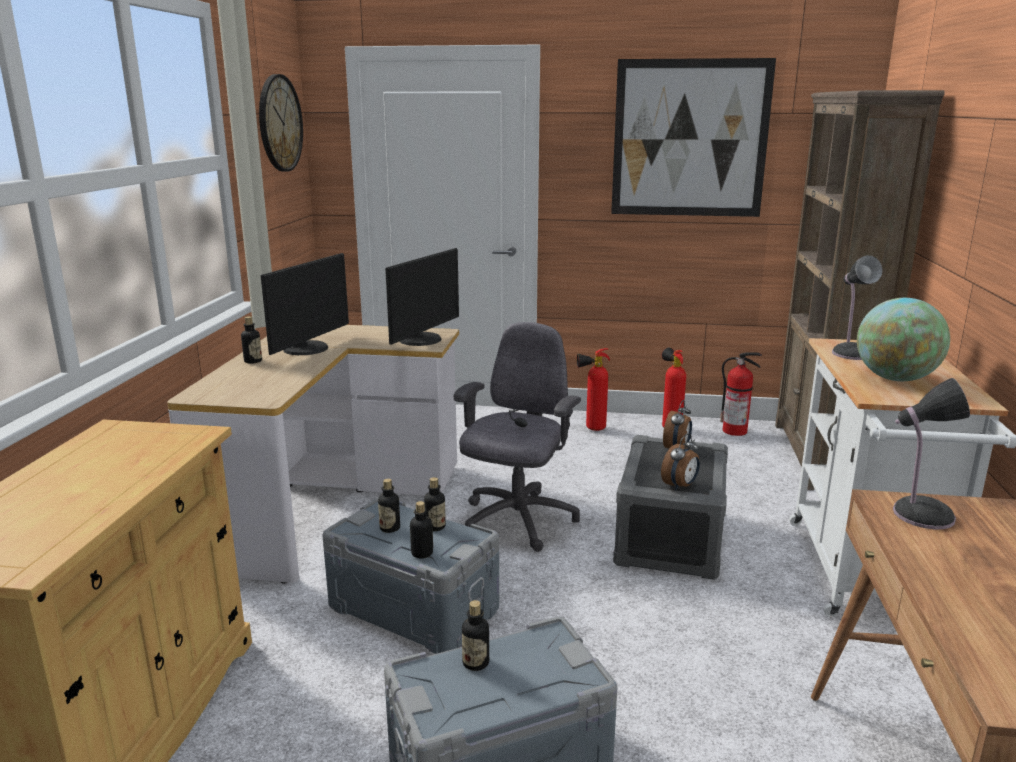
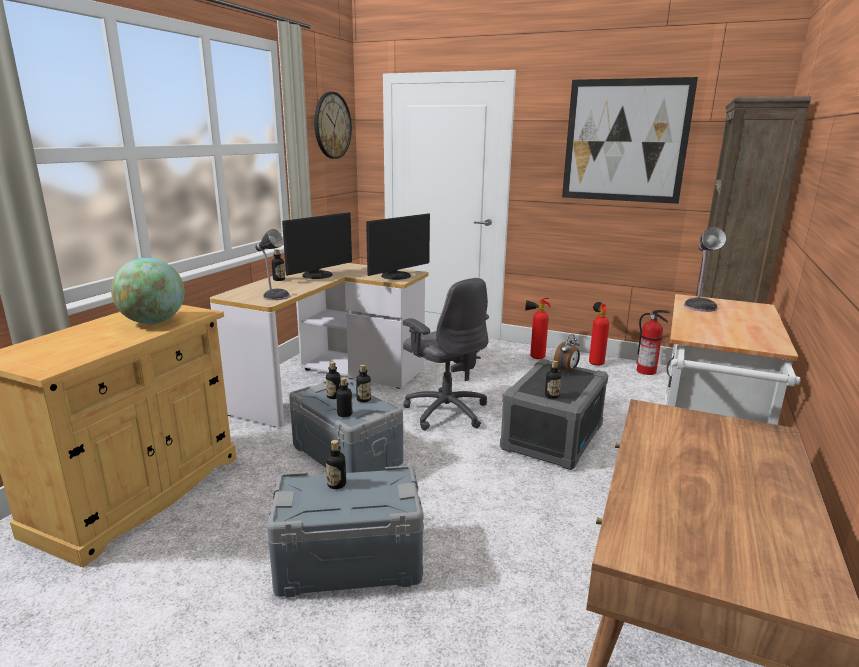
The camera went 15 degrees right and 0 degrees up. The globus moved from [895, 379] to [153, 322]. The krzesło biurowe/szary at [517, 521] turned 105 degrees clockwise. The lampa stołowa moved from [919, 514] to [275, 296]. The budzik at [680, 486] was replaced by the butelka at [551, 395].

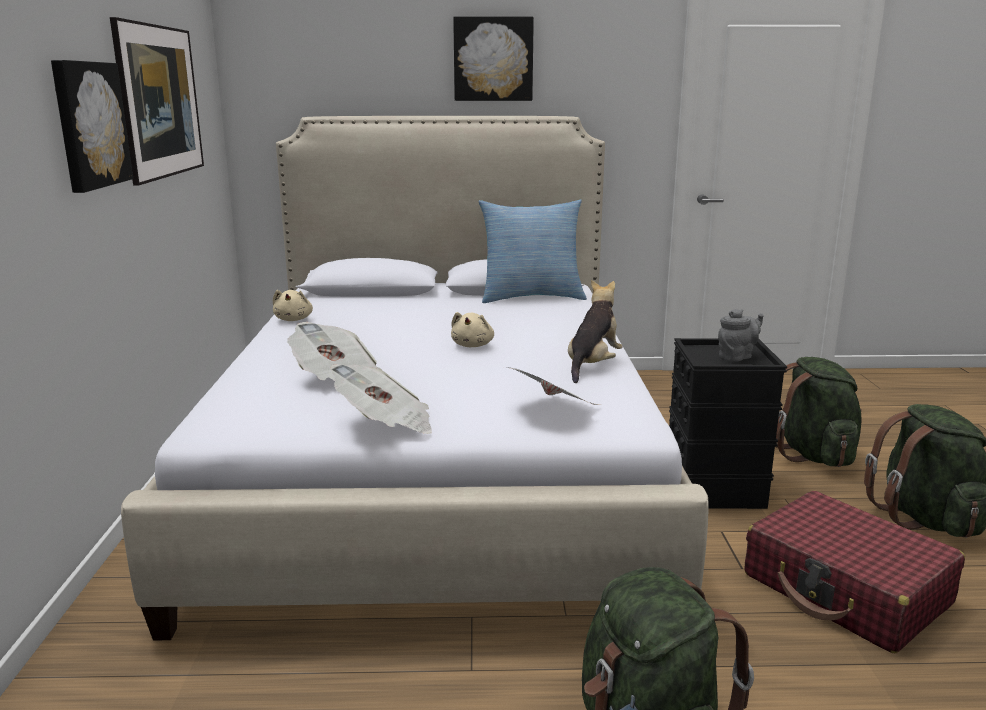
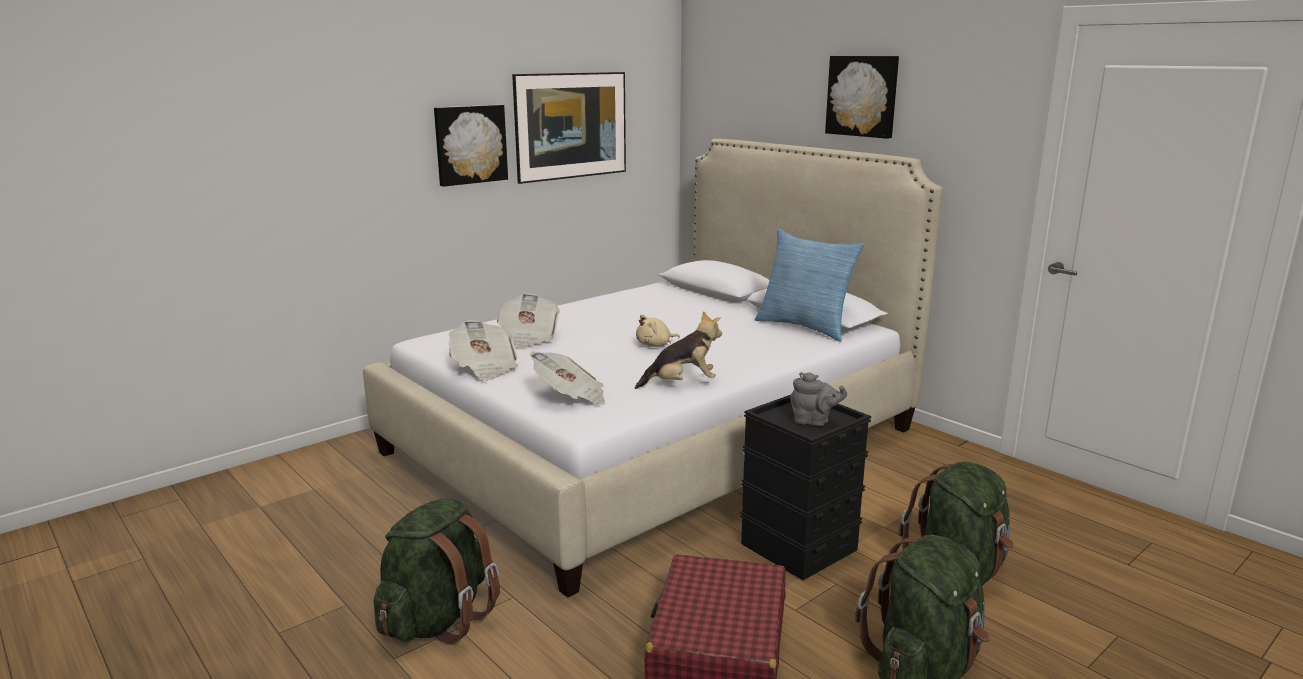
The camera went 50 degrees right and 0 degrees up. The pluszak/beżowy at [294, 319] disappeared.

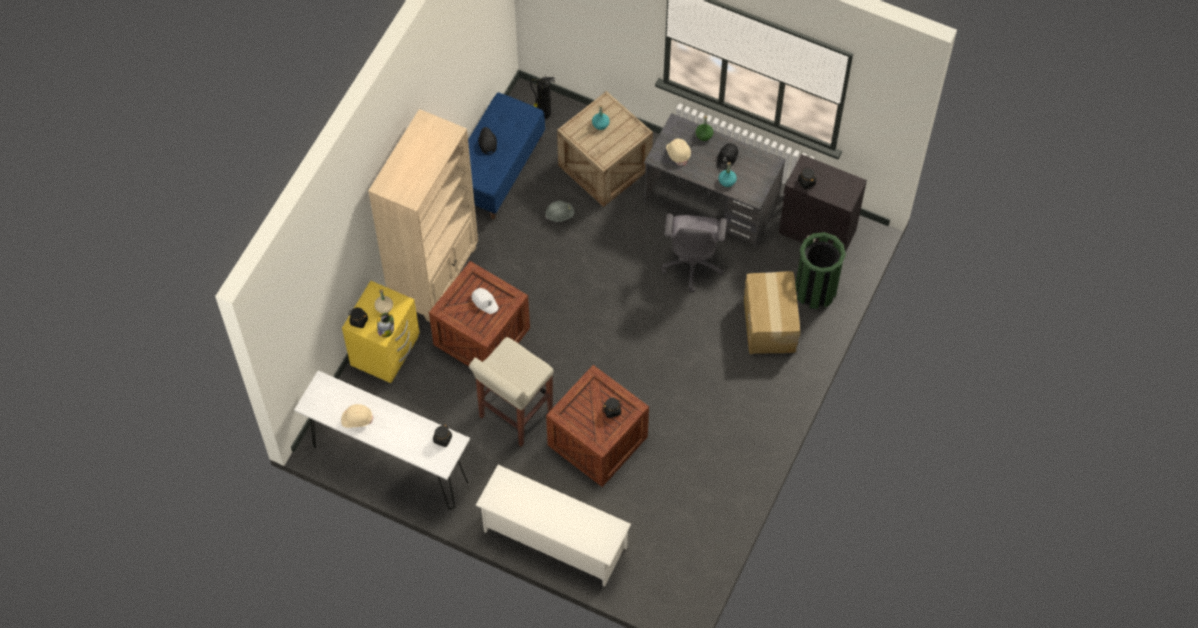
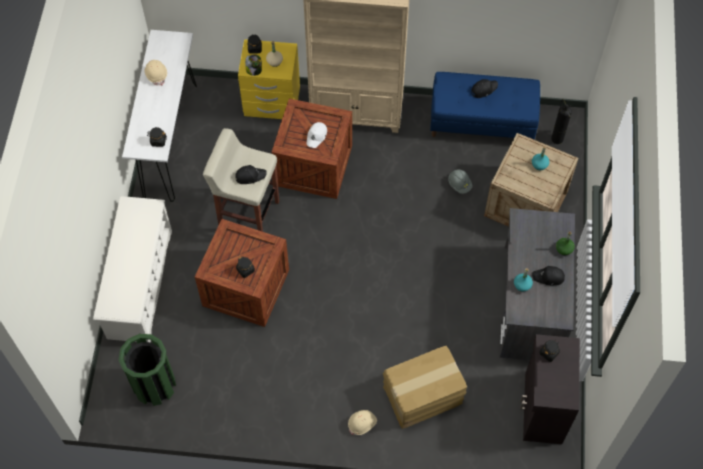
The camera went 70 degrees right and 0 degrees up. The kask/beżowy moved from [678, 153] to [362, 423]. The krzesło biurowe/szary at [693, 263] disappeared. The kosz na śmieci/zielony moved from [815, 290] to [154, 385]. The czapka z daszkiem/czarny at [250, 176] appeared.

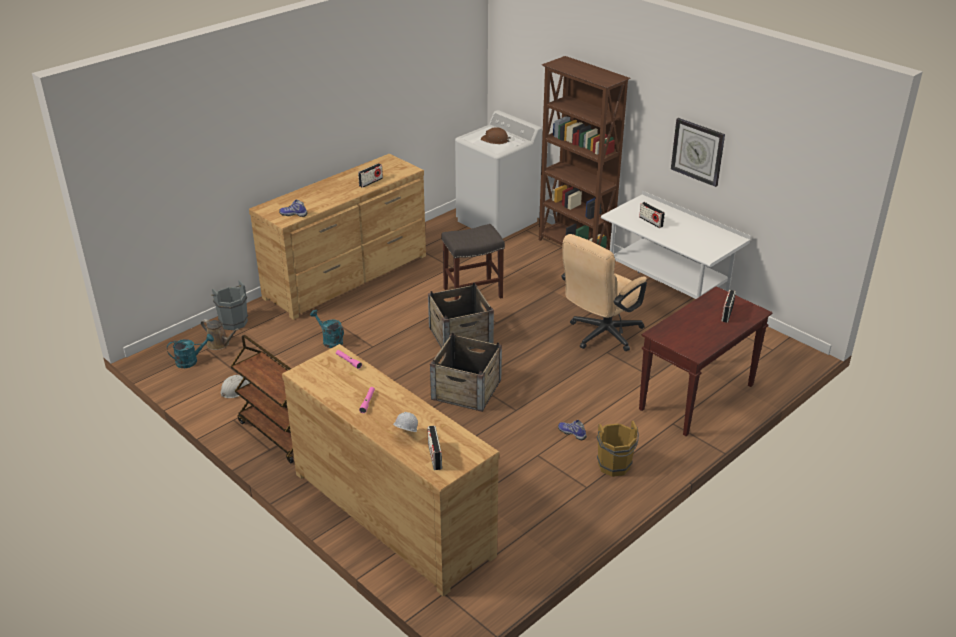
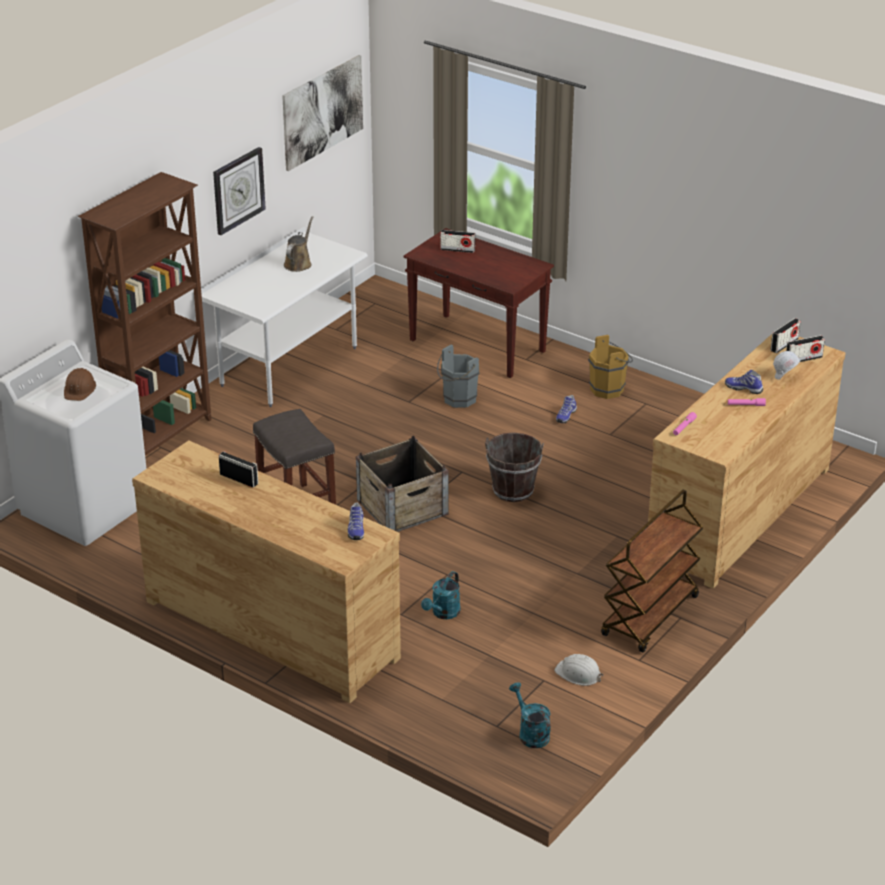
The camera went 100 degrees left and 0 degrees up. The radio moved from [651, 222] to [784, 345]. The krzesło biurowe/beżowy at [600, 335] disappeared. The wiadro/szary moved from [233, 321] to [457, 400]. The konewka/brązowy moved from [219, 344] to [299, 263]. The skrzynka at [466, 389] was replaced by the wiadro/brązowy at [513, 490]. The obraz at [322, 112] appeared. The but at [744, 388] appeared.

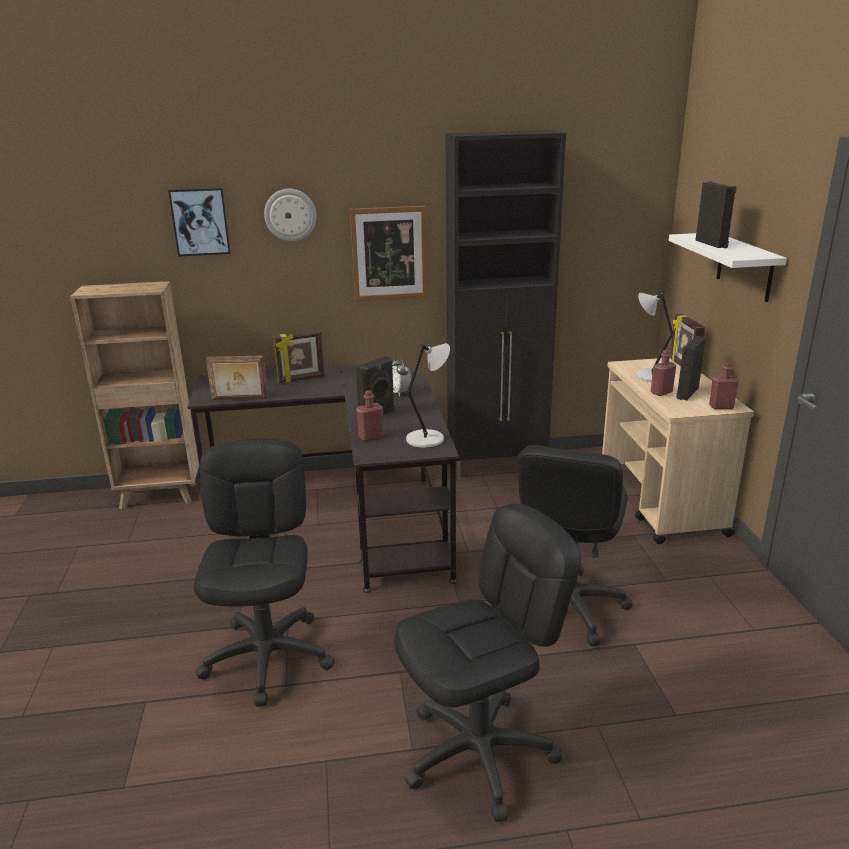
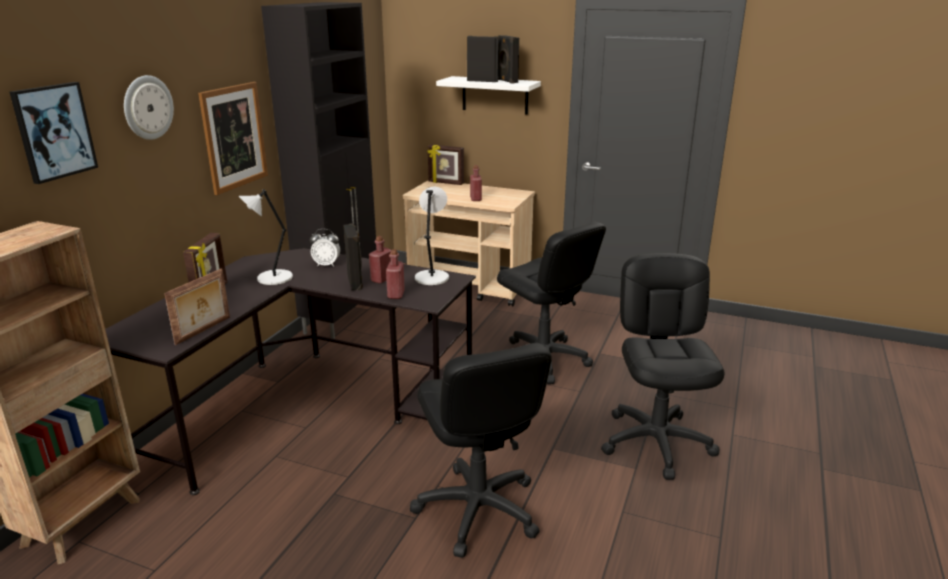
The camera went 60 degrees left and 0 degrees up. The lampa stołowa/szary moved from [650, 376] to [272, 278]. The głośnik/czarny moved from [686, 393] to [506, 81]. The butelka/czerwony moved from [721, 407] to [381, 279]. The krzesło biurowe/czarny at [268, 657] turned 135 degrees counterclockwise.

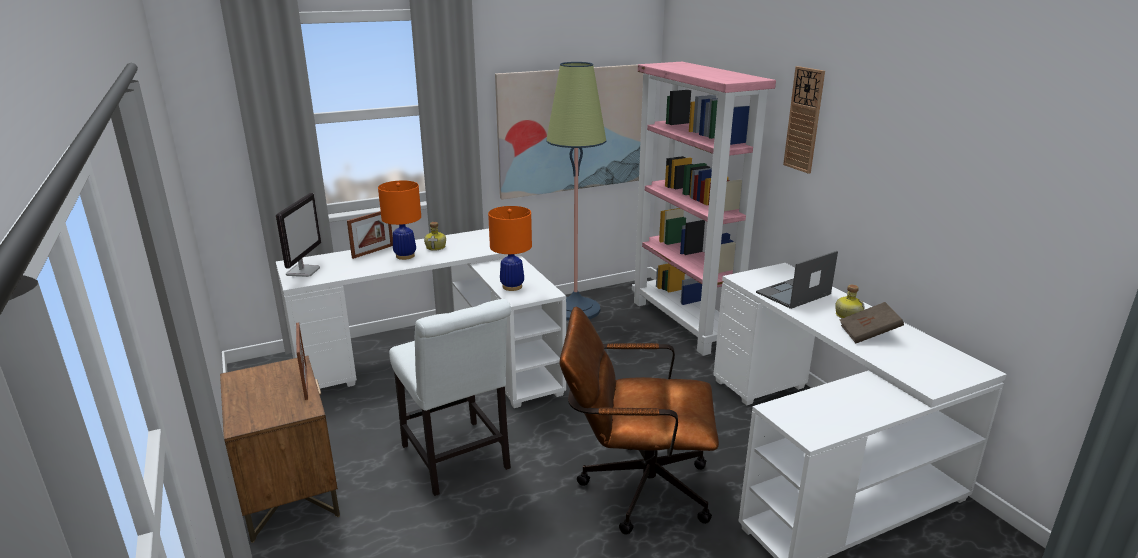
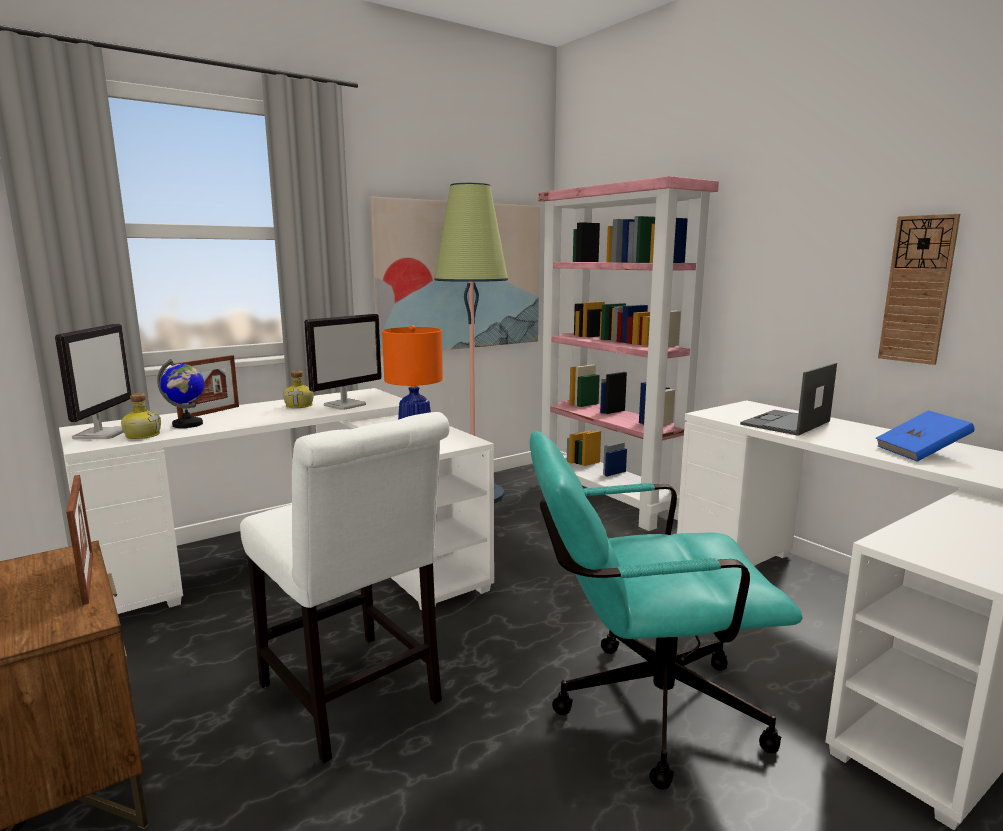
The camera went 10 degrees left and 10 degrees down. The zegar ścienny moved from [804, 120] to [917, 290]. The lampa stołowa/pomarańczowy at [405, 256] disappeared. The butelka moved from [847, 315] to [143, 435]. The książka/brązowy at [868, 334] became the książka/niebieski at [921, 452]. The krzesło biurowe/brązowy at [634, 487] became the krzesło biurowe/turkusowy at [640, 708]. The monitor at [345, 405] appeared. The globus at [188, 424] appeared.

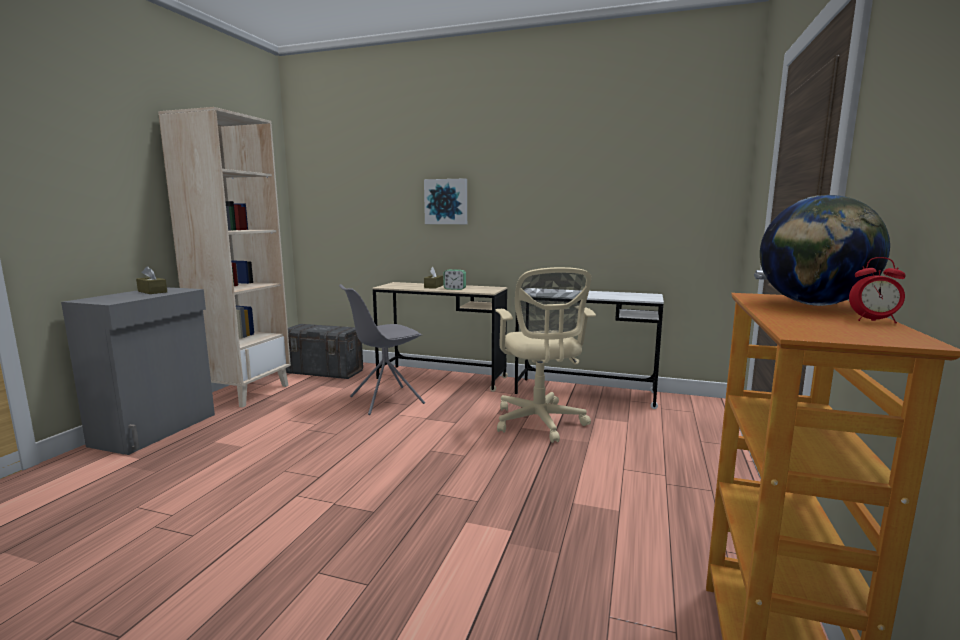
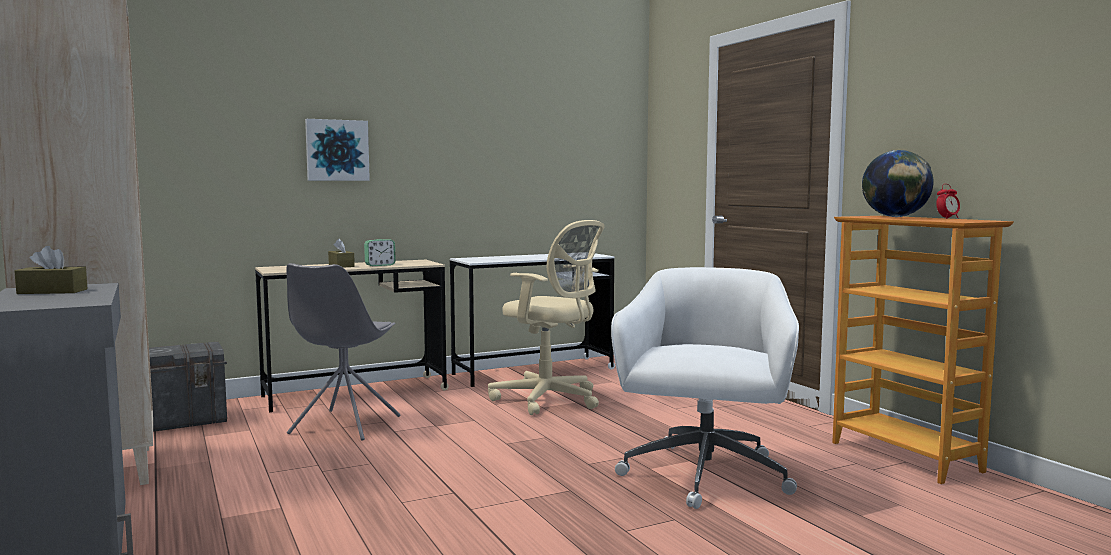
The camera went 45 degrees left and 5 degrees down. The krzesło biurowe/biały at [704, 477] appeared.

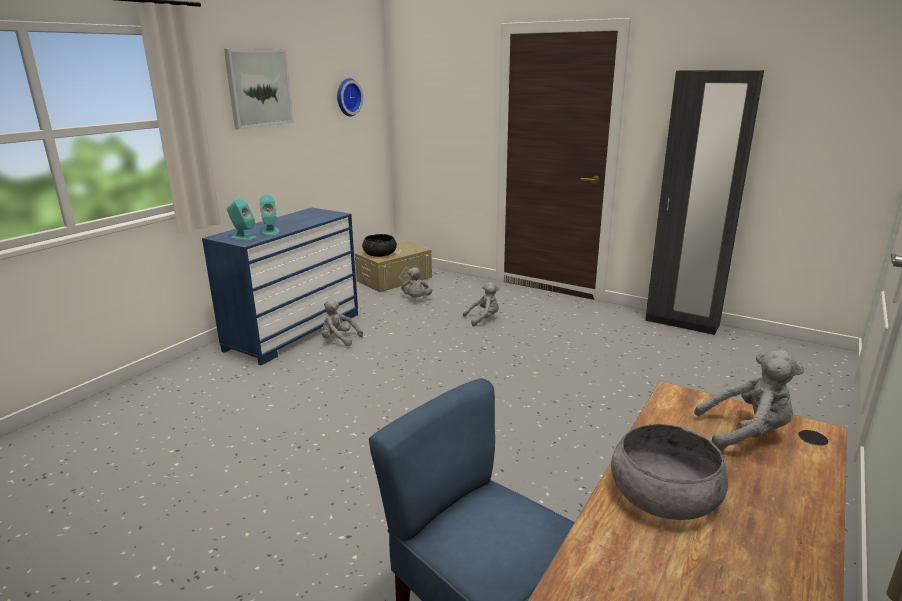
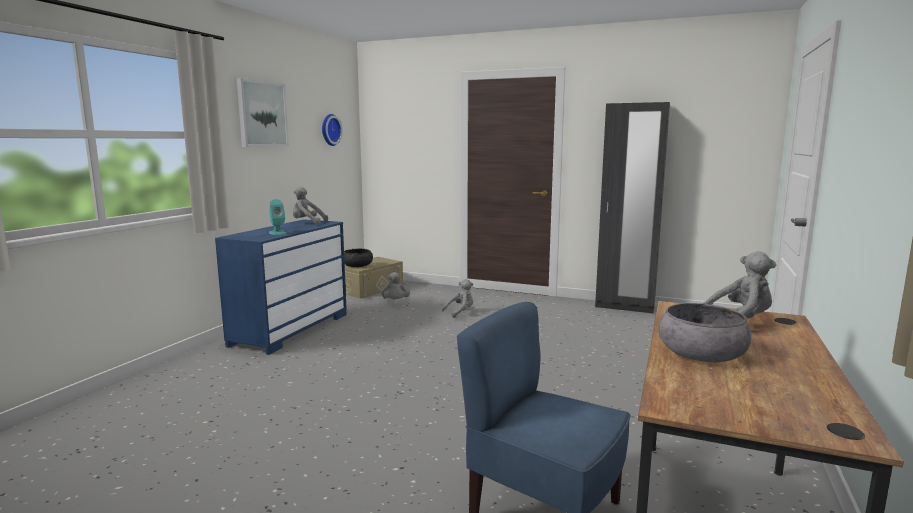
The camera went 10 degrees left and 10 degrees down. The głośnik/turkusowy at [243, 237] disappeared. The pluszak/szary moved from [339, 339] to [307, 223].

